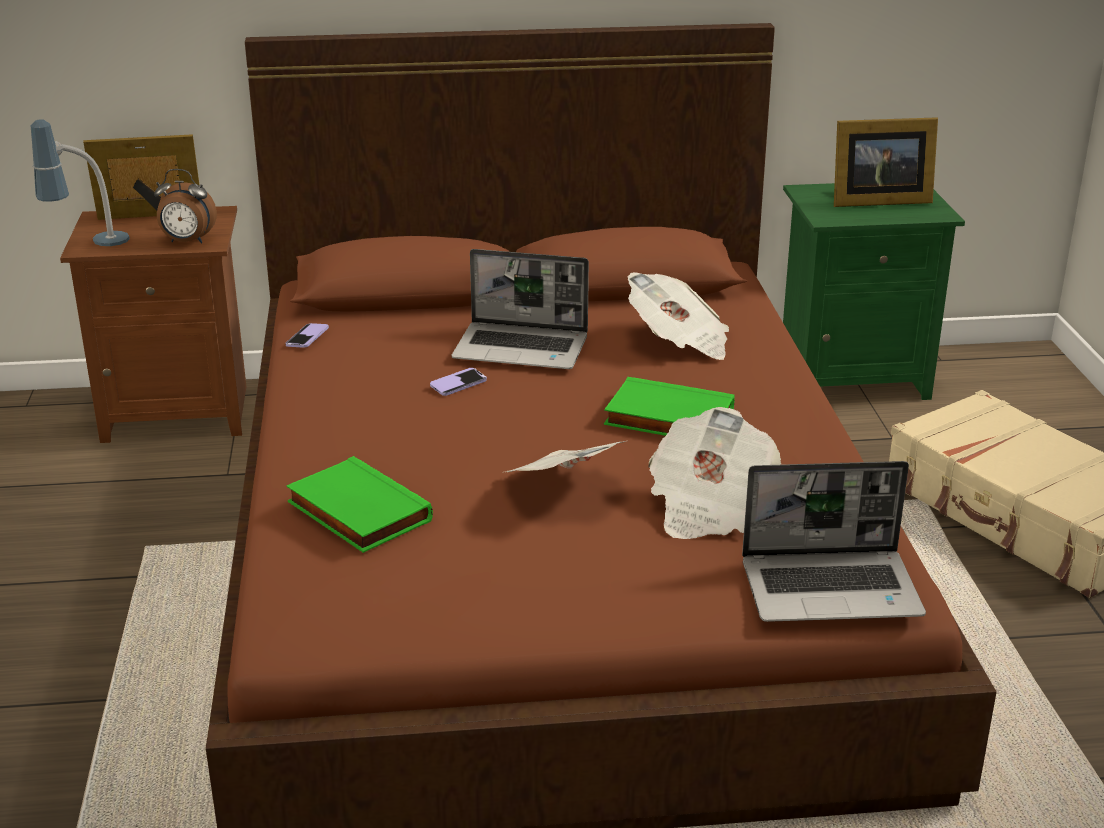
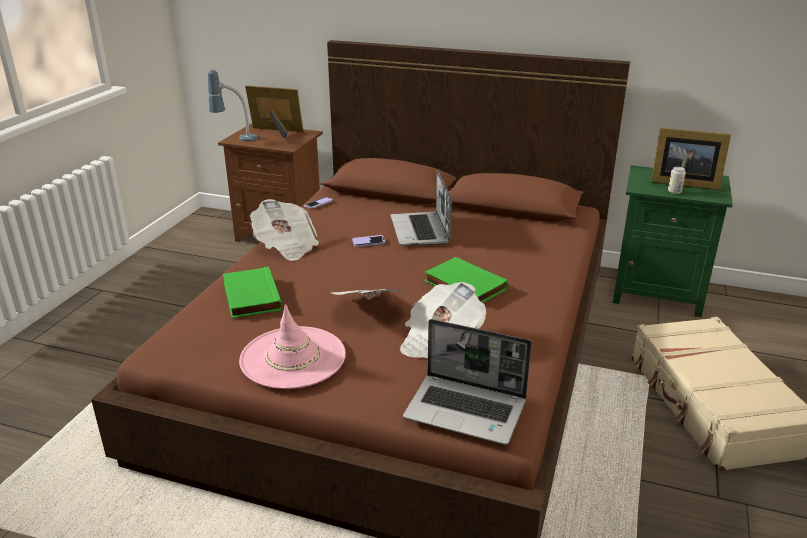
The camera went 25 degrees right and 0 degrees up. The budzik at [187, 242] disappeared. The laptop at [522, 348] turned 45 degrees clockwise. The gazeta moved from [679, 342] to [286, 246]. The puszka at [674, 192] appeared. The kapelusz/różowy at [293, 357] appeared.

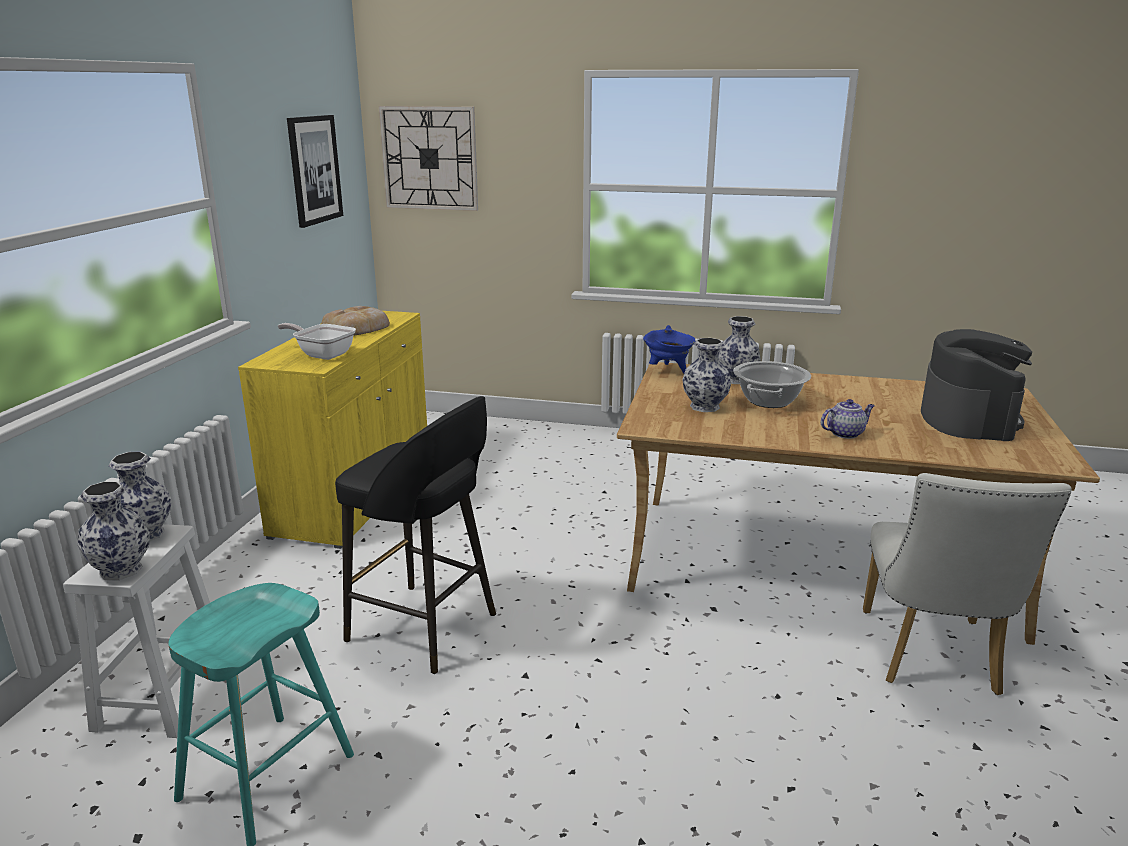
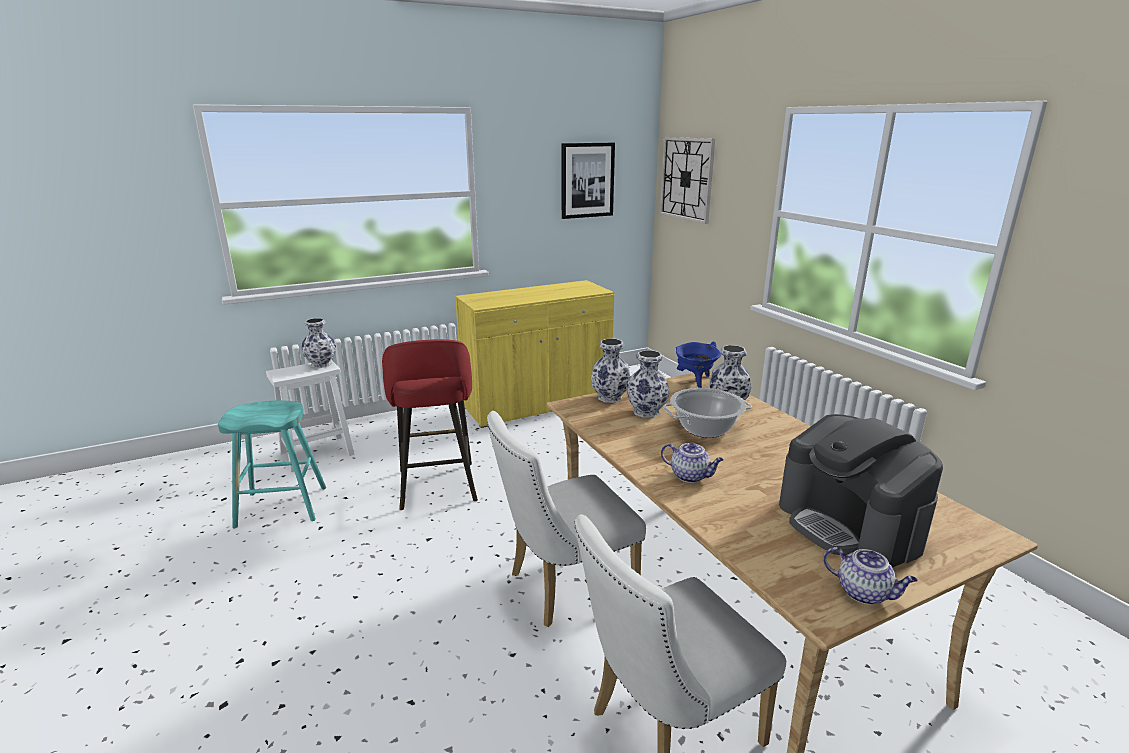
The camera went 50 degrees right and 0 degrees up. The chleb at [357, 328] disappeared. The patelnia at [322, 354] disappeared. The ekspres do kawy at [968, 418] turned 90 degrees clockwise. The stołek/czarny at [425, 629] became the stołek/czerwony at [437, 487]. The wazon moved from [120, 570] to [609, 397]. The krzesło/biały at [563, 587] appeared. The imbryk at [864, 593] appeared.

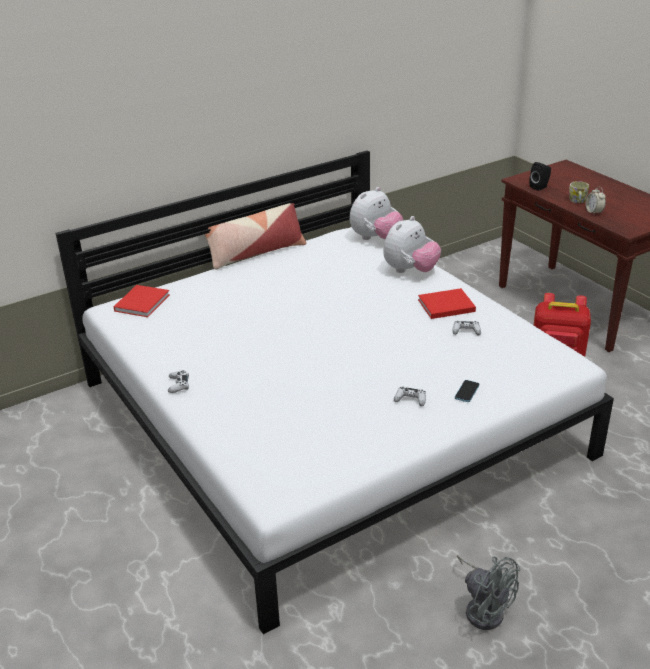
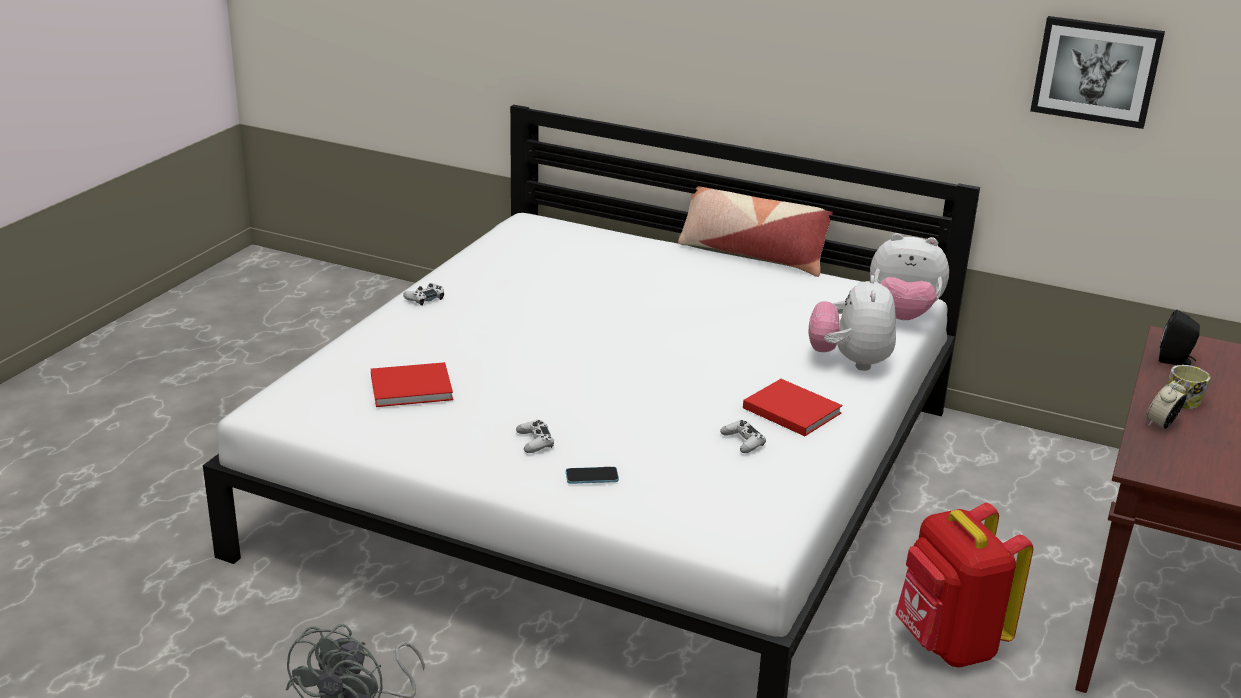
The camera went 55 degrees right and 5 degrees down. The pluszak at [410, 271] turned 90 degrees clockwise. The książka/czerwony moved from [143, 302] to [414, 388]. The obraz at [1096, 71] appeared.

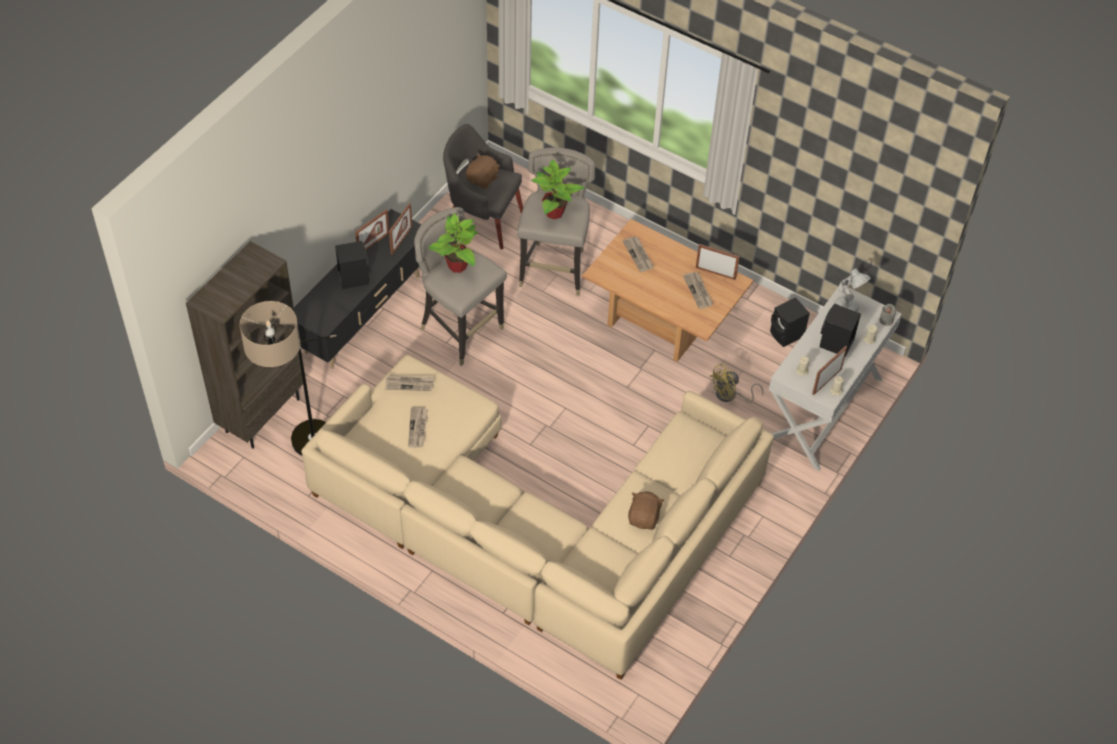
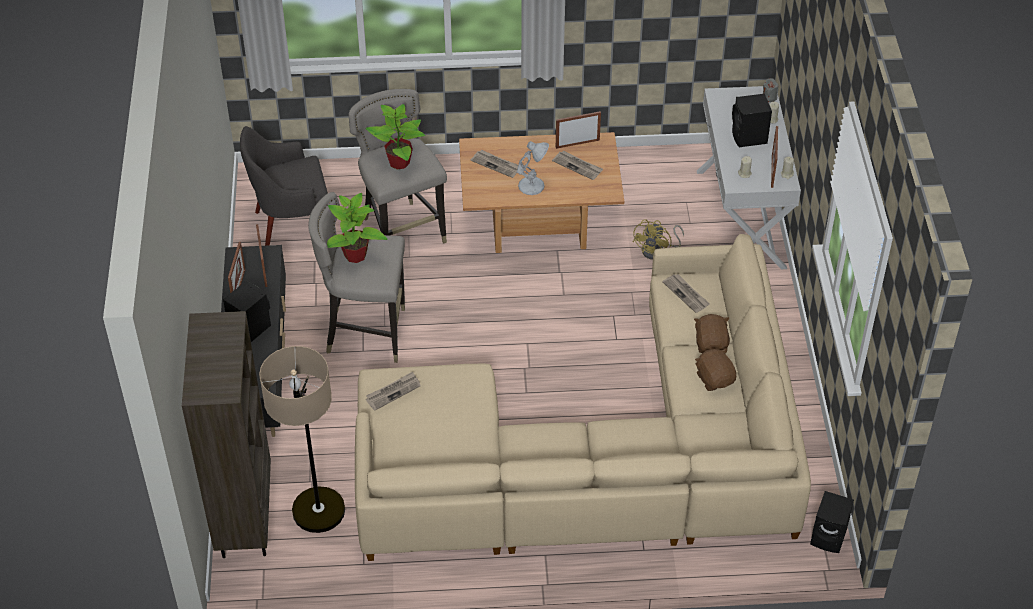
The camera went 35 degrees left and 5 degrees down. The pluszak/brązowy moved from [483, 179] to [711, 344]. The lampa stołowa/biały moved from [847, 306] to [532, 185]. The głośnik/czarny moved from [787, 335] to [830, 537]. The gazeta moved from [418, 428] to [686, 294].

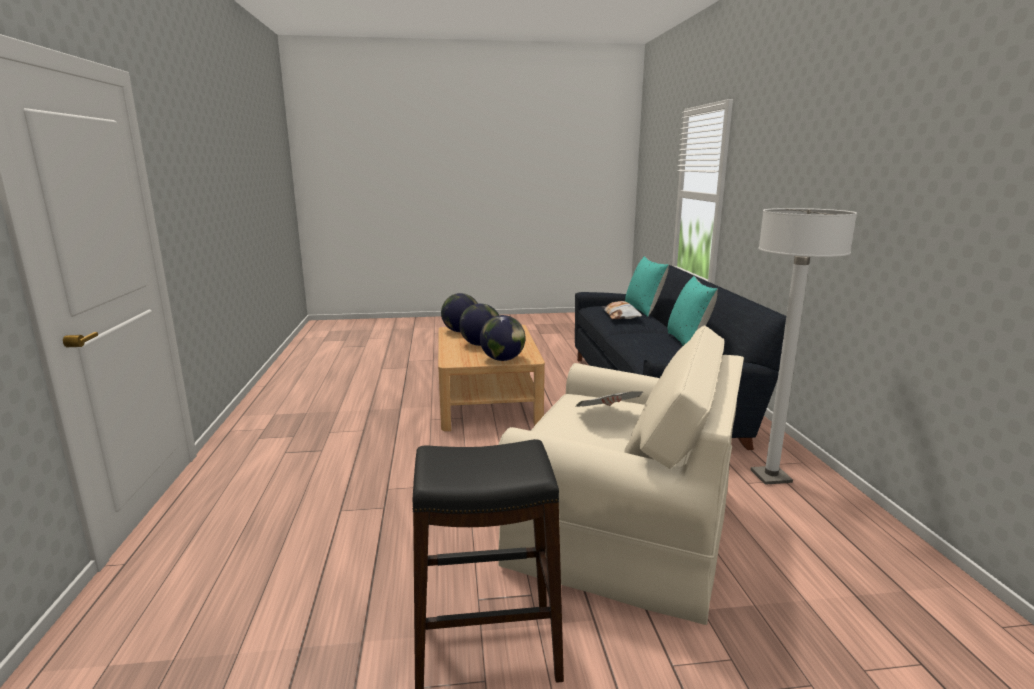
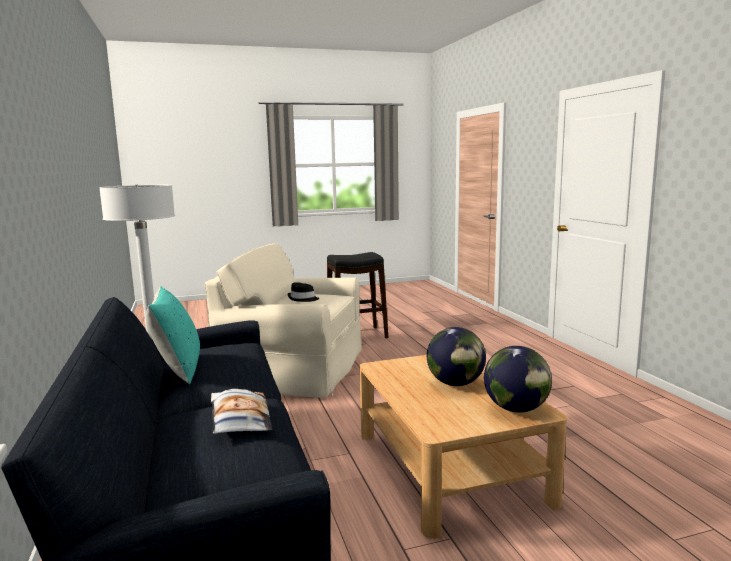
The camera went 170 degrees right and 5 degrees down. The poduszka/turkusowy at [644, 310] disappeared. The globus at [503, 359] disappeared. The gazeta at [607, 416] was replaced by the kapelusz/czarny at [303, 299].

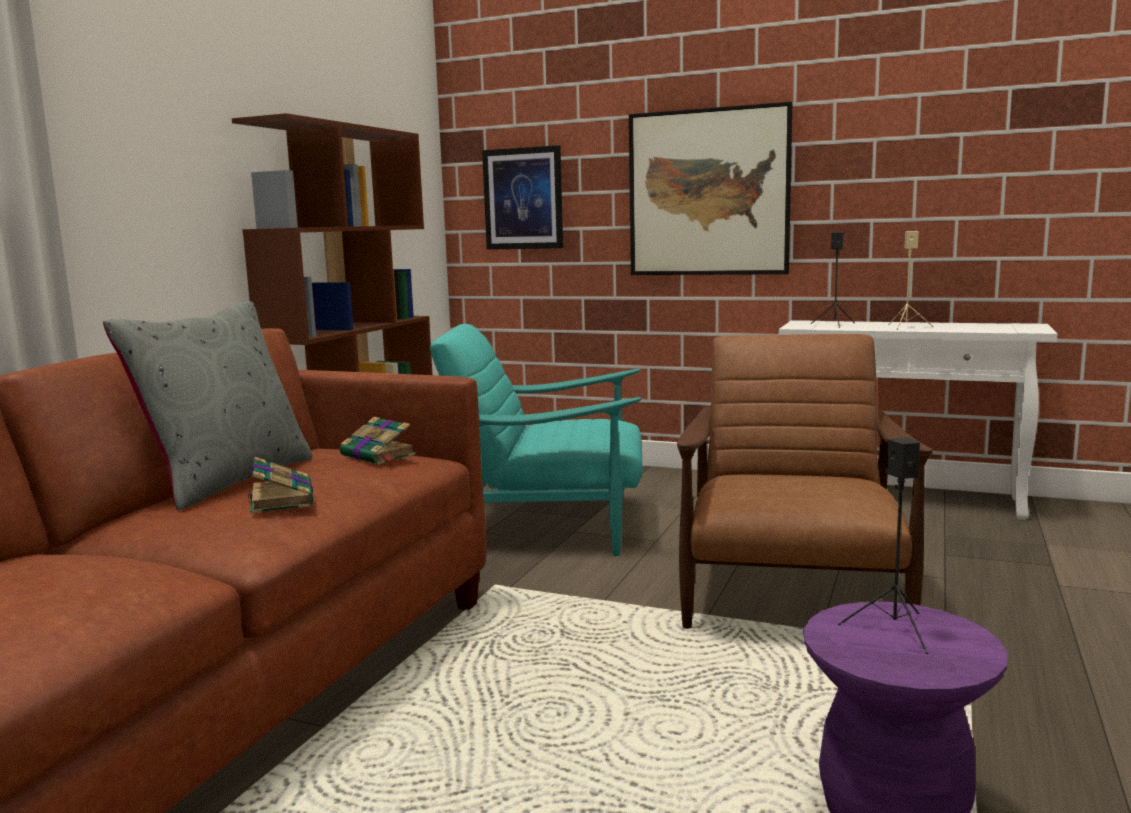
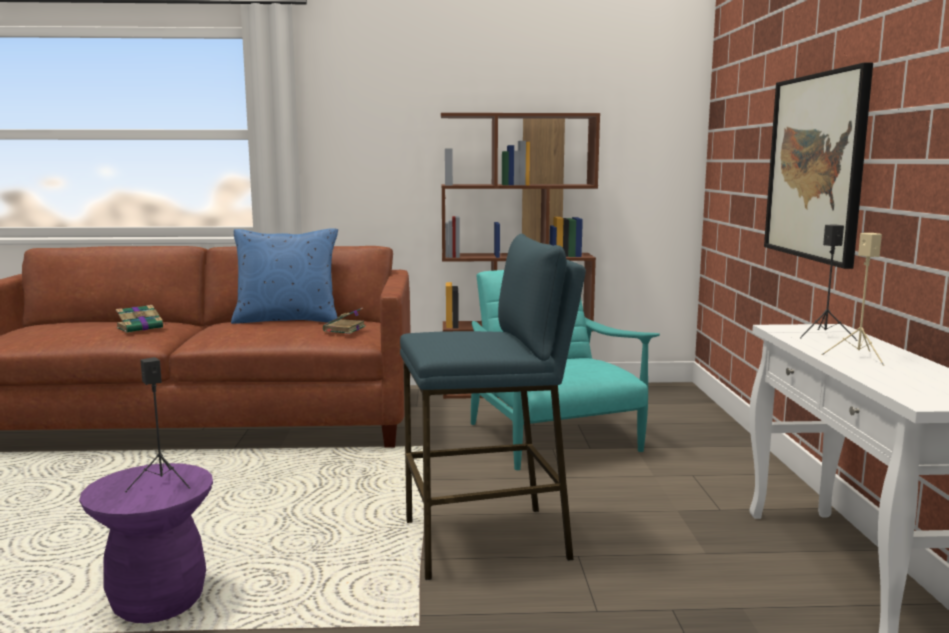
The camera went 65 degrees right and 0 degrees up. The obraz at [523, 198] disappeared. The poduszka/szary at [227, 480] became the poduszka/niebieski at [287, 320]. The fotel/brązowy at [792, 595] was replaced by the stołek/niebieski at [487, 541]. The książka moved from [281, 499] to [141, 327].

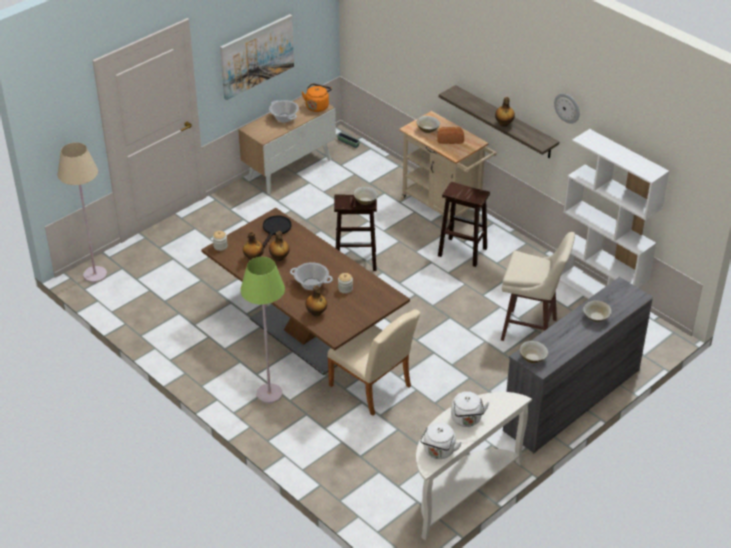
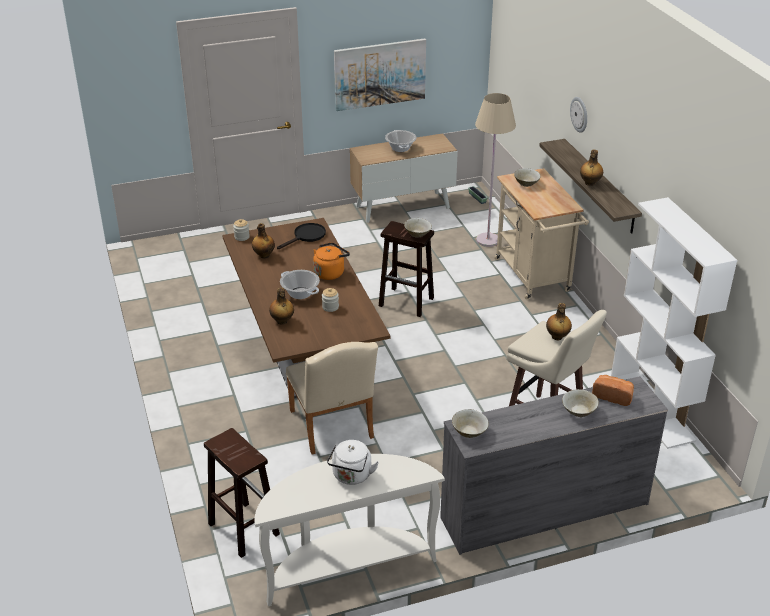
The camera went 25 degrees right and 5 degrees down. The czajnik/pomarańczowy moved from [317, 106] to [330, 272]. The zegar ścienny moved from [567, 108] to [579, 114]. The chleb moved from [450, 140] to [613, 396]. The lampa stojąca/beżowy moved from [95, 275] to [488, 240]. The stołek/brązowy moved from [461, 252] to [242, 528]. The butelka moved from [279, 258] to [557, 337]. The lampa stojąca/zielony at [269, 394] disappeared. The czajnik/biały at [438, 452] disappeared.

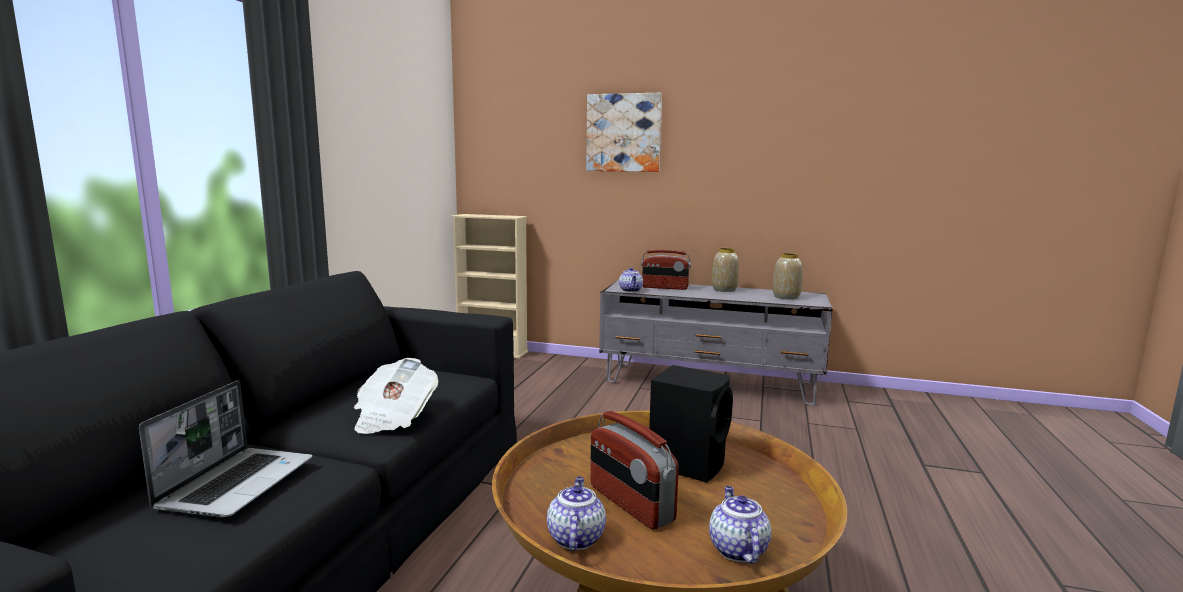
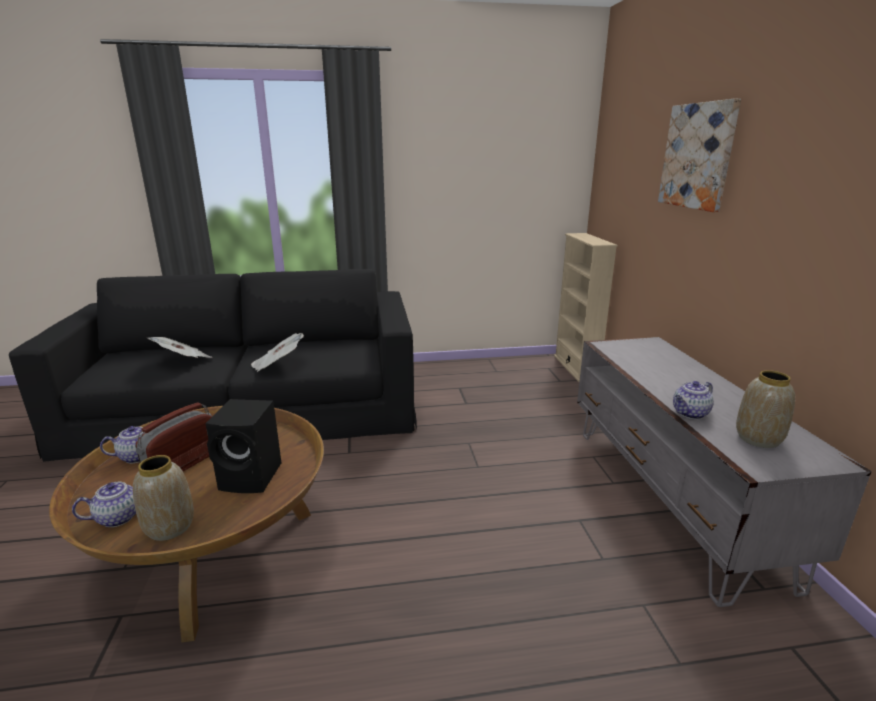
The camera went 65 degrees right and 10 degrees up. The wazon moved from [724, 290] to [169, 527]. The radio at [665, 288] disappeared. The imbryk moved from [631, 290] to [690, 414]. The laptop at [238, 482] was replaced by the gazeta at [183, 360].

